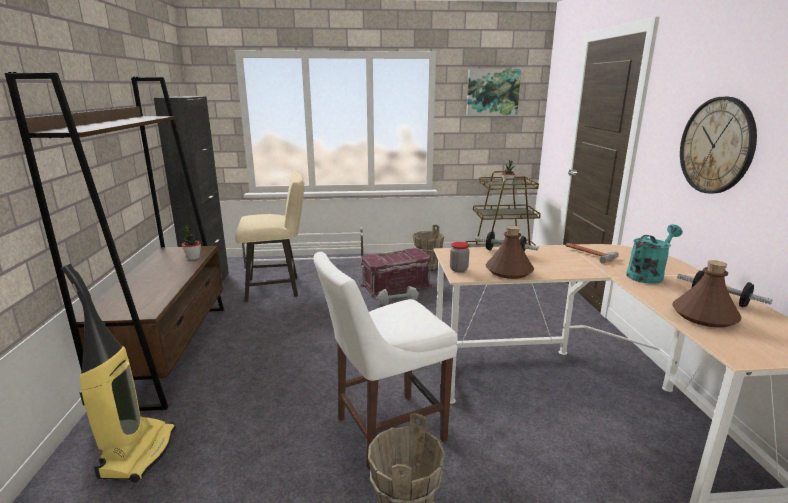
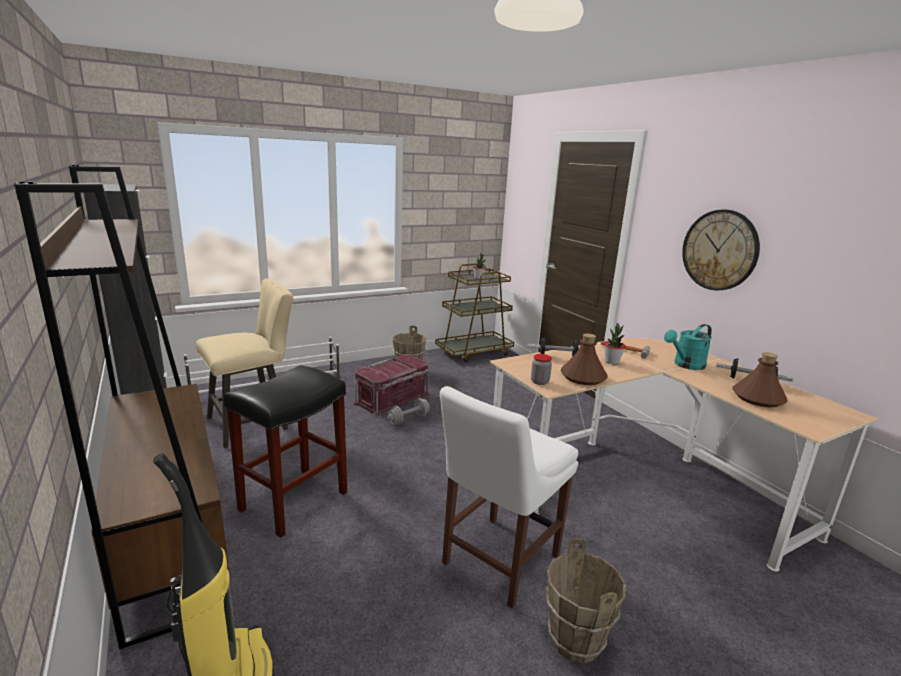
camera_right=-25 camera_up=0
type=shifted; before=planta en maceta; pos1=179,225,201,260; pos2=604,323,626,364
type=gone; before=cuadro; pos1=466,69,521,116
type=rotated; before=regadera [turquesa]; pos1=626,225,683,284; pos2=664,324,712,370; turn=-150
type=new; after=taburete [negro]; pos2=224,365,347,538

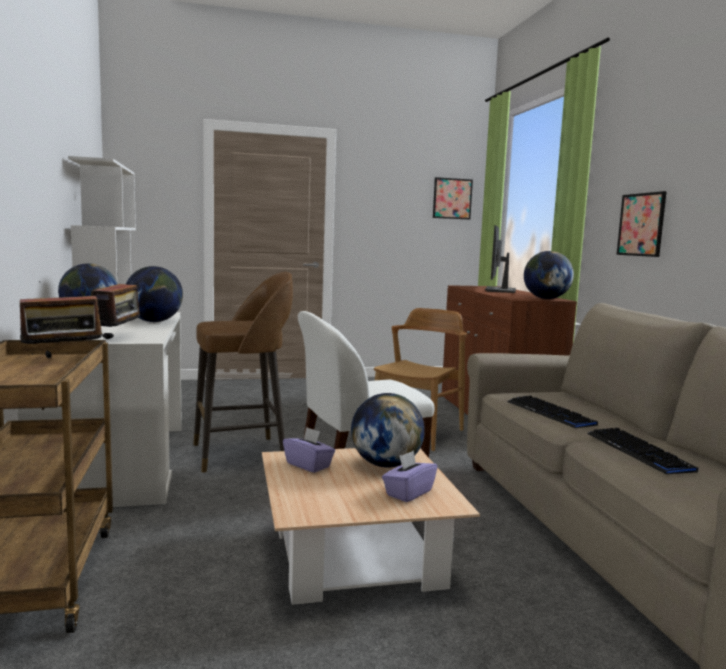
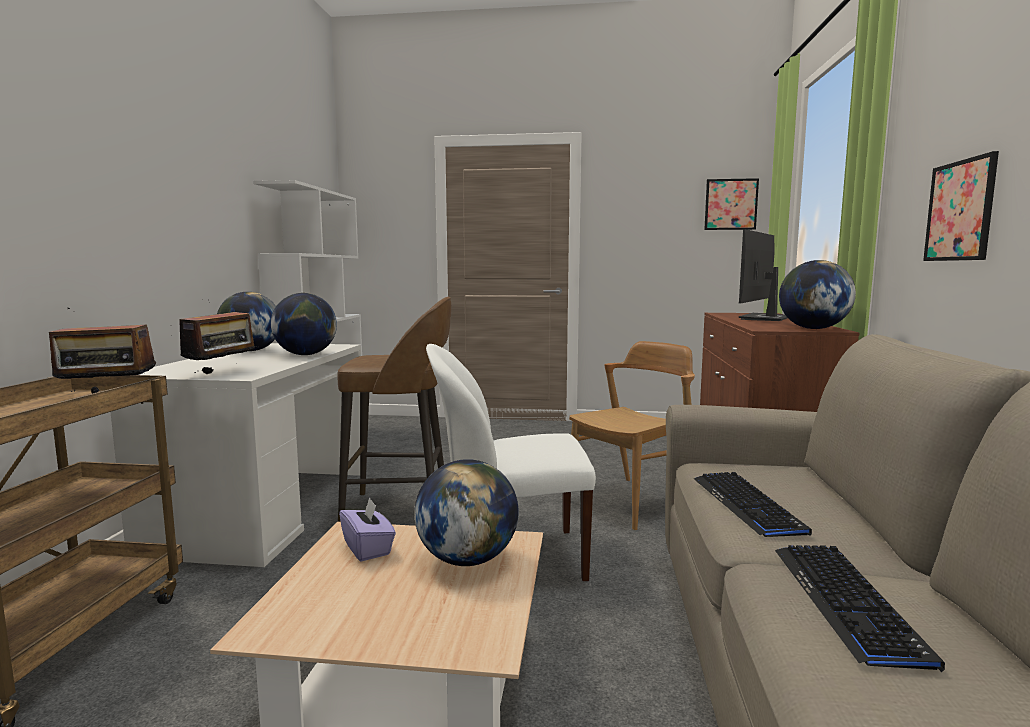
camera_right=20 camera_up=0
type=gone; before=caja de pañuelos [morado]; pos1=382,450,437,502

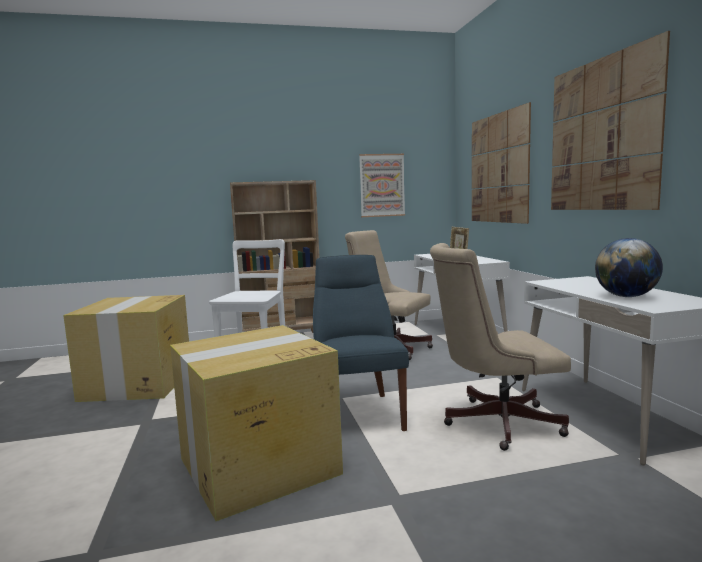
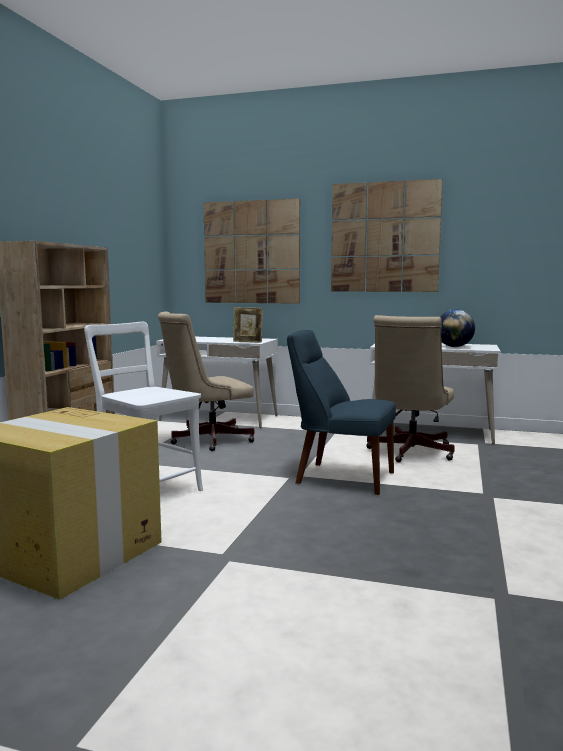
camera_right=-60 camera_up=0
type=gone; before=caja de cartón; pos1=170,325,343,521
type=gone; before=cuadro; pos1=359,154,405,217

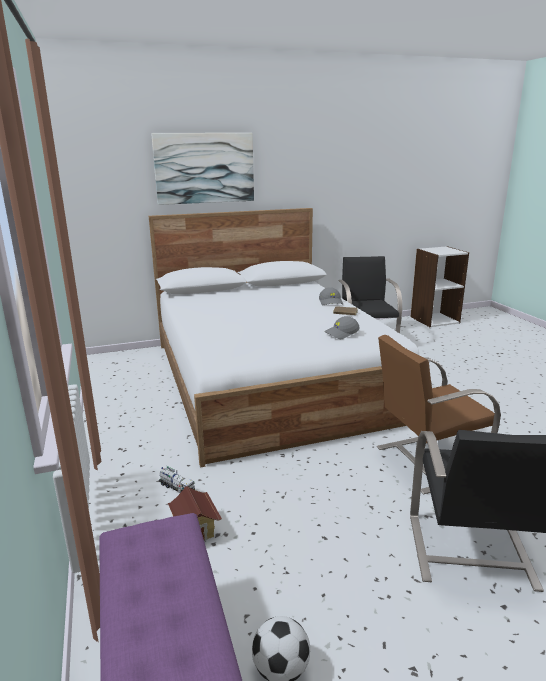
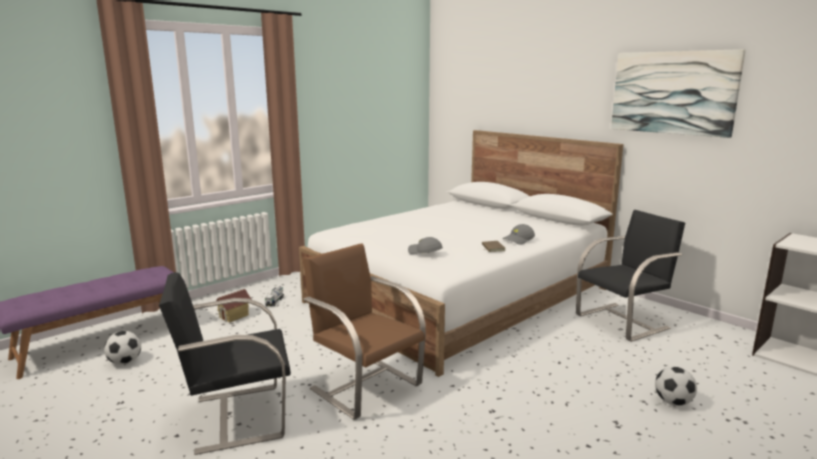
camera_right=65 camera_up=-5
type=shifted; before=cuadro; pos1=151,133,254,205; pos2=611,49,746,138
type=new; after=balón de fútbol; pos2=655,366,697,406

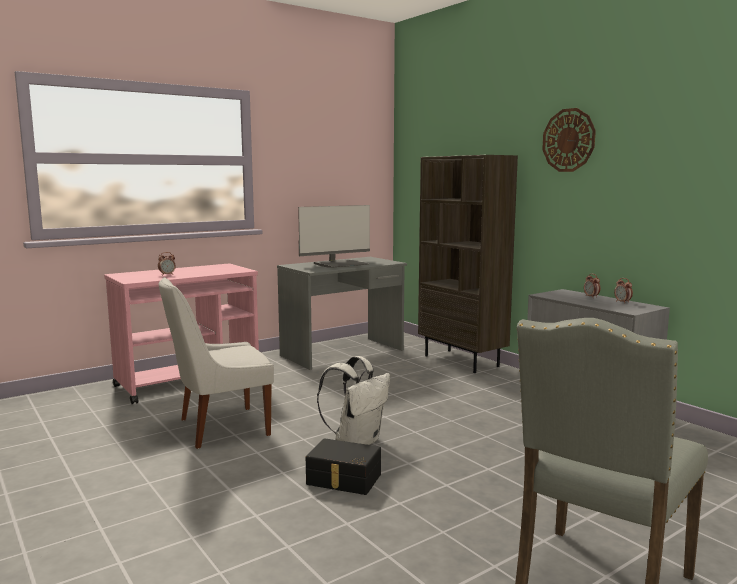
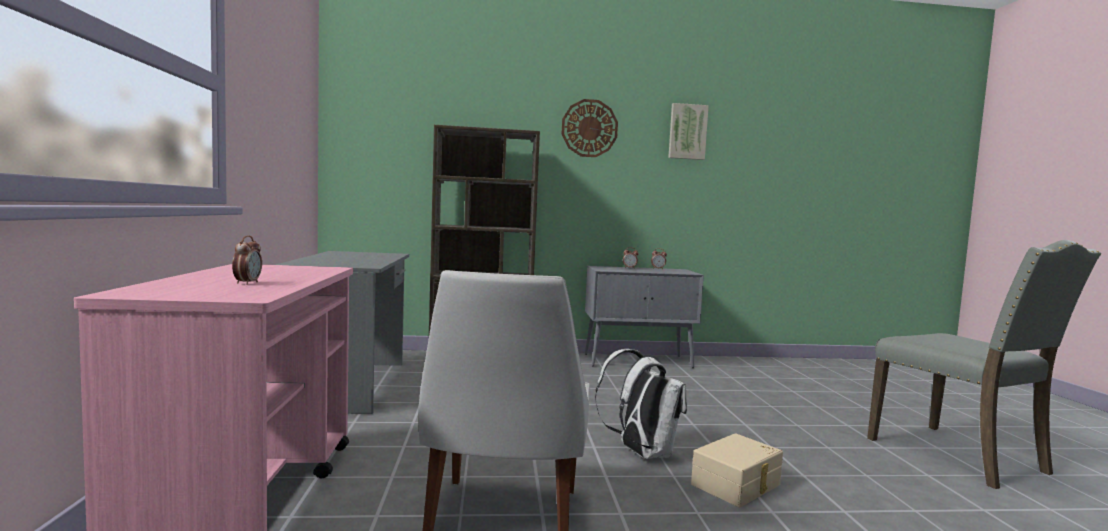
camera_right=-60 camera_up=-5
type=gone; before=monitor; pos1=298,205,370,268
type=repainted; before=caja de almacenaje [negro]; after=caja de almacenaje [beis]; pos1=306,438,381,495; pos2=691,433,783,507
type=new; after=cuadro; pos2=668,103,709,160

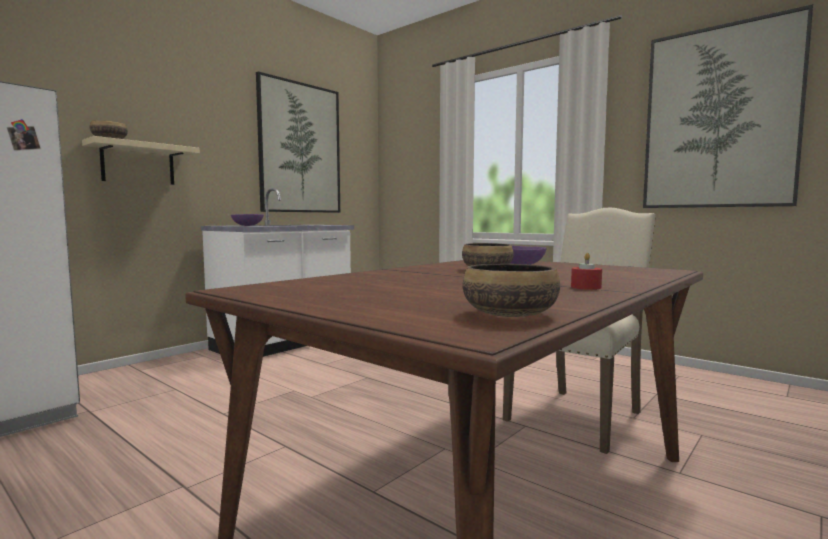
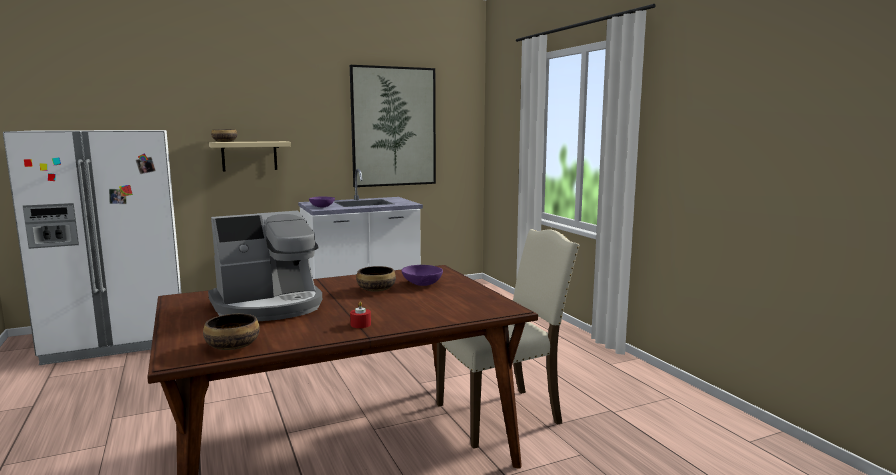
camera_right=25 camera_up=5
type=gone; before=cuadro; pos1=643,4,813,208
type=new; after=cafetera; pos2=208,210,322,321

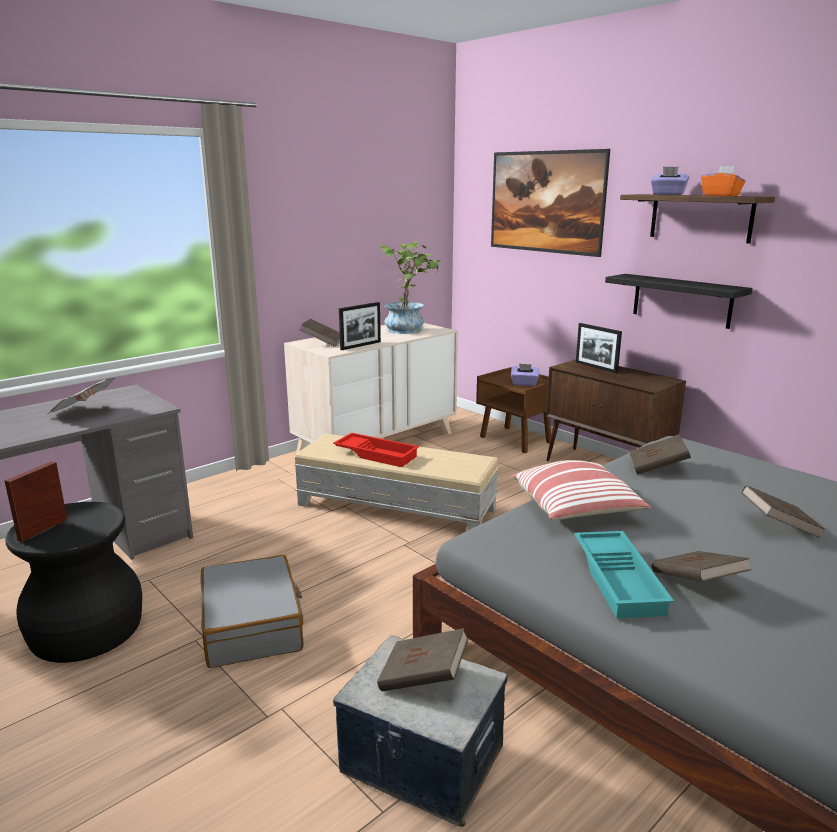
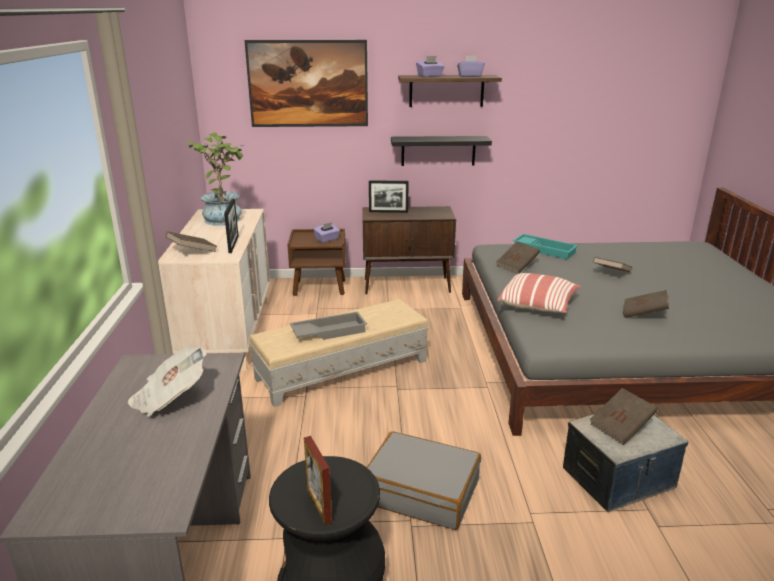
camera_right=-50 camera_up=5
type=repainted; before=bandeja [rojo]; after=bandeja [gris]; pos1=333,433,419,467; pos2=290,311,367,340
type=shifted; before=bandeja [turquesa]; pos1=574,531,674,618; pos2=513,234,578,260
type=repainted; before=caja de pañuelos [naranja]; after=caja de pañuelos [morado]; pos1=701,166,746,196; pos2=457,55,484,77

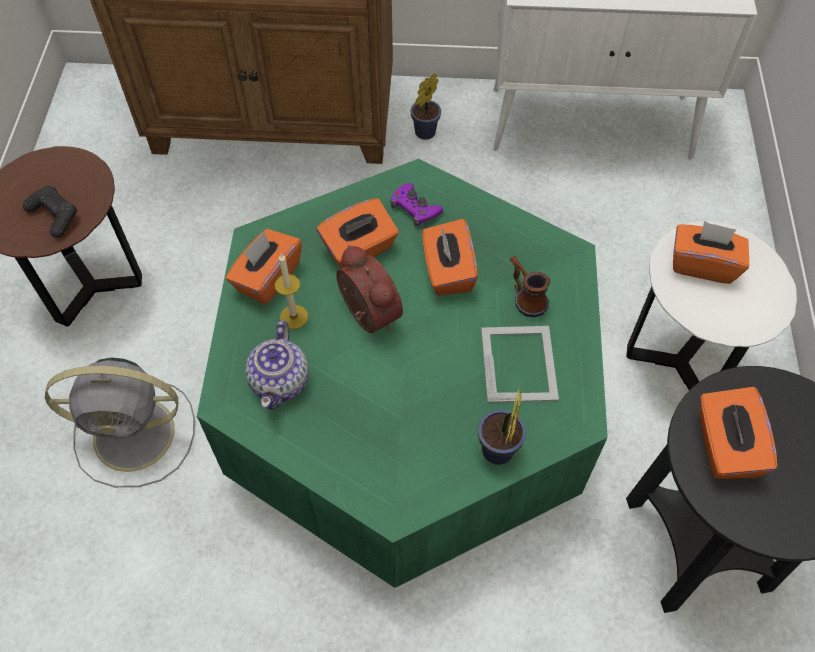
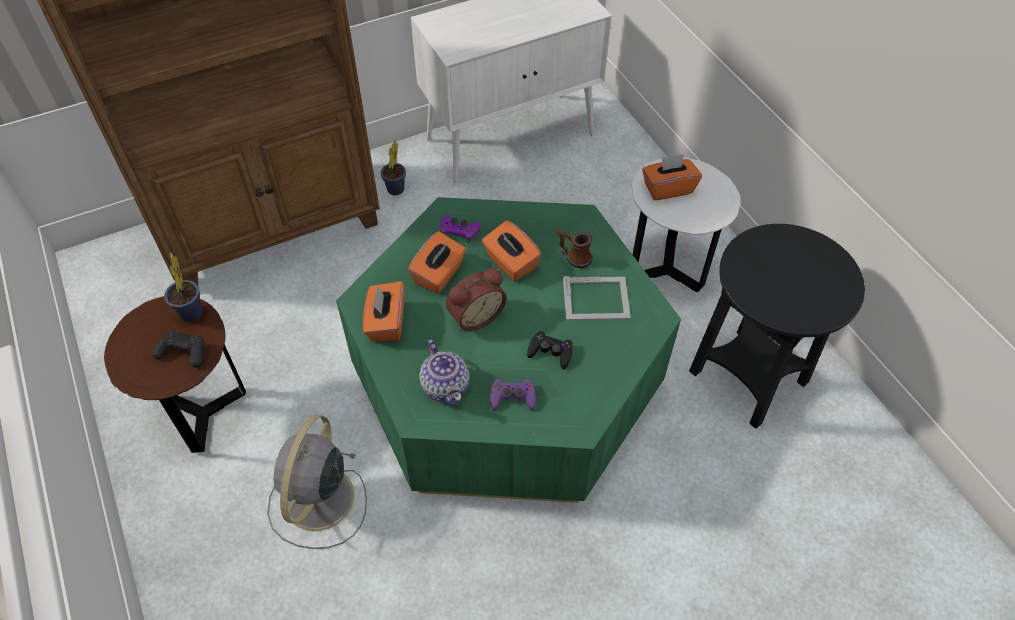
camera_right=-30 camera_up=-5
type=rotated; before=ventilador [gris]; pos1=45,358,195,487; pos2=267,415,367,549; turn=135
type=gone; before=vela; pos1=274,254,308,329
type=rotated; before=despertador; pos1=336,245,403,333; pos2=446,268,507,331; turn=120
type=shifted; before=planta en maceta; pos1=478,389,526,465; pos2=164,253,203,322
type=rotated; before=portarretratos; pos1=481,326,559,403; pos2=563,276,631,320; turn=120
type=gone; before=caja de pañuelos [naranja]; pos1=700,387,777,479
type=new; after=mando de consola [morado]; pos2=490,378,536,411
type=new; after=mando de consola [negro]; pos2=527,330,572,369

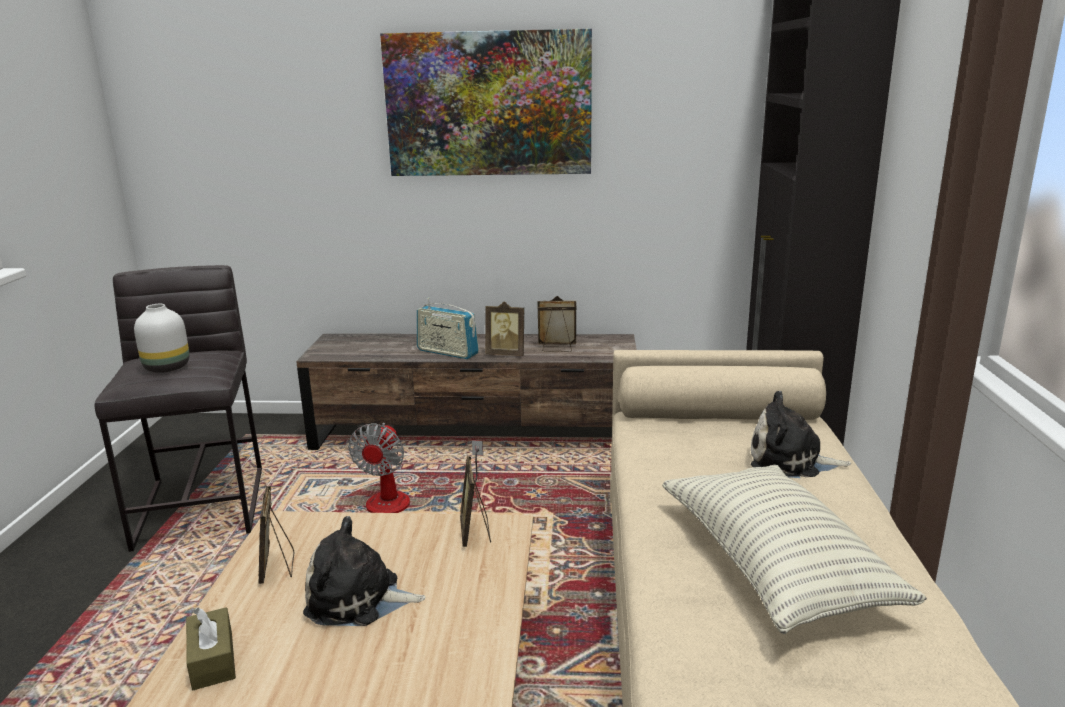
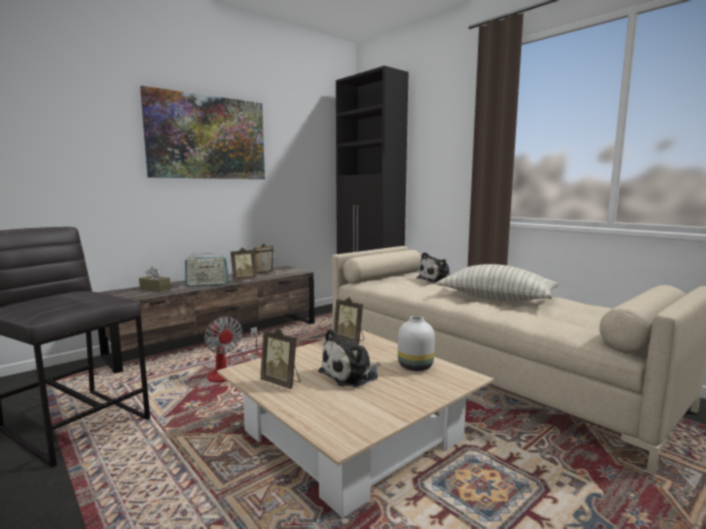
camera_right=-45 camera_up=-10
type=shifted; before=florero [blanco]; pos1=134,304,189,373; pos2=398,316,435,371
type=shifted; before=caja de pañuelos [marrón]; pos1=186,607,236,690; pos2=139,267,171,292

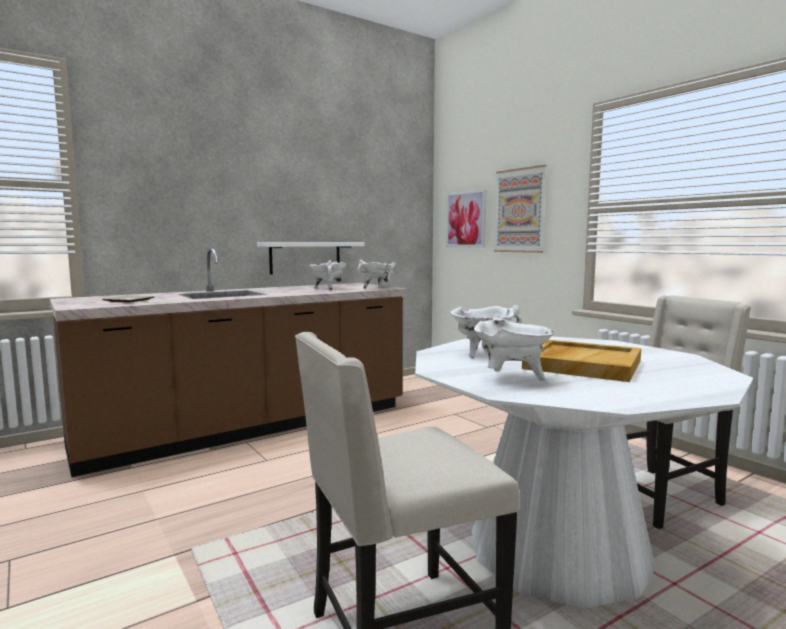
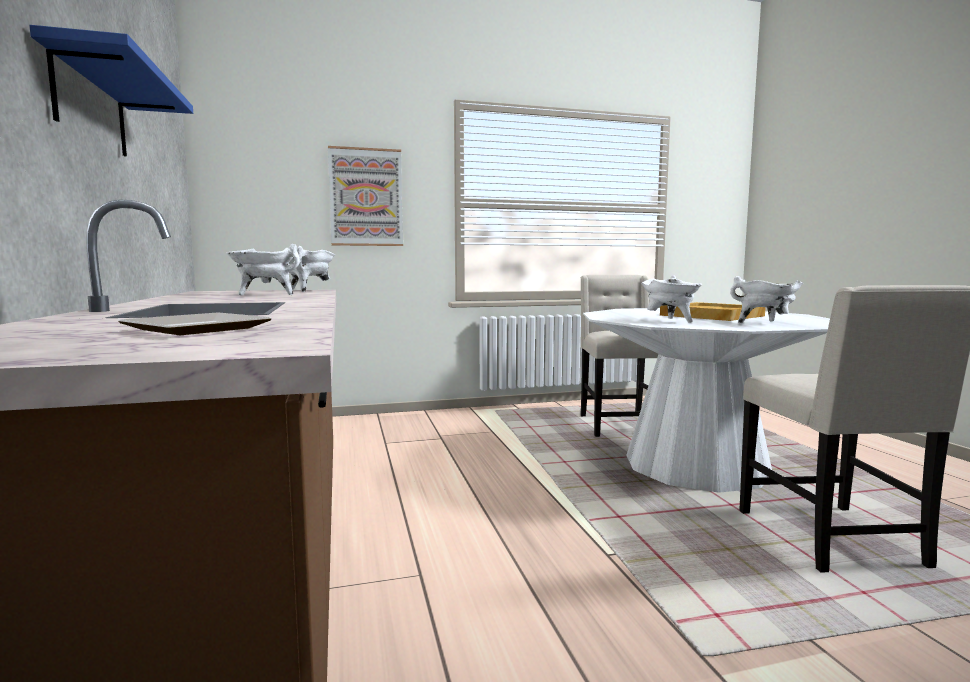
camera_right=-70 camera_up=0
type=gone; before=estante [blanco]; pos1=257,242,365,274
type=gone; before=cuadro; pos1=446,189,486,247
type=new; after=estante [azul]; pos2=29,25,193,156

